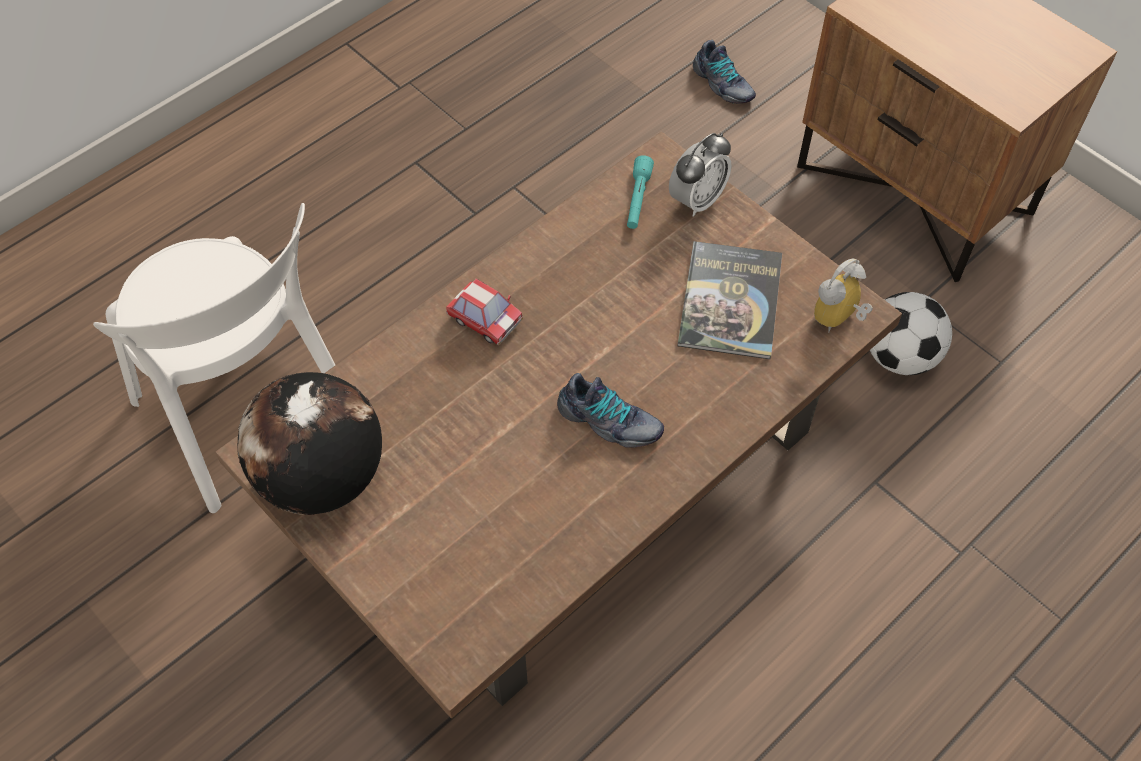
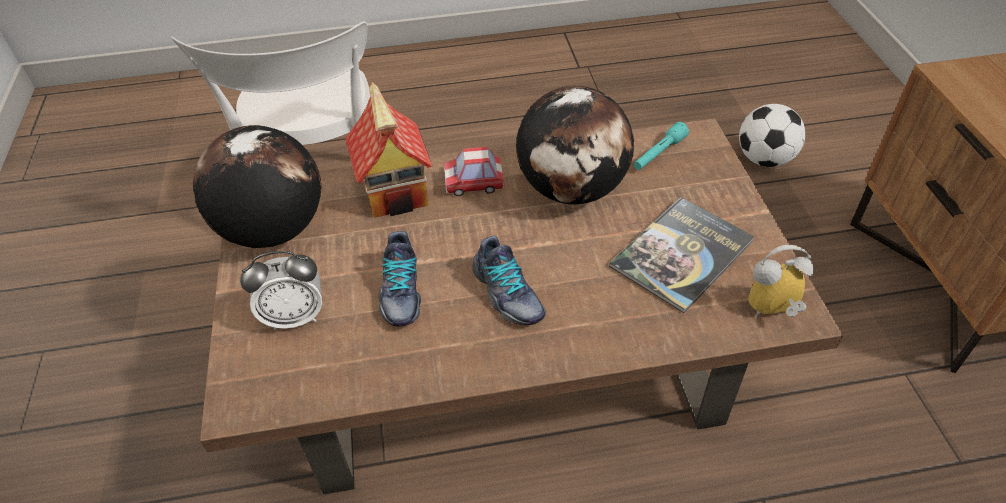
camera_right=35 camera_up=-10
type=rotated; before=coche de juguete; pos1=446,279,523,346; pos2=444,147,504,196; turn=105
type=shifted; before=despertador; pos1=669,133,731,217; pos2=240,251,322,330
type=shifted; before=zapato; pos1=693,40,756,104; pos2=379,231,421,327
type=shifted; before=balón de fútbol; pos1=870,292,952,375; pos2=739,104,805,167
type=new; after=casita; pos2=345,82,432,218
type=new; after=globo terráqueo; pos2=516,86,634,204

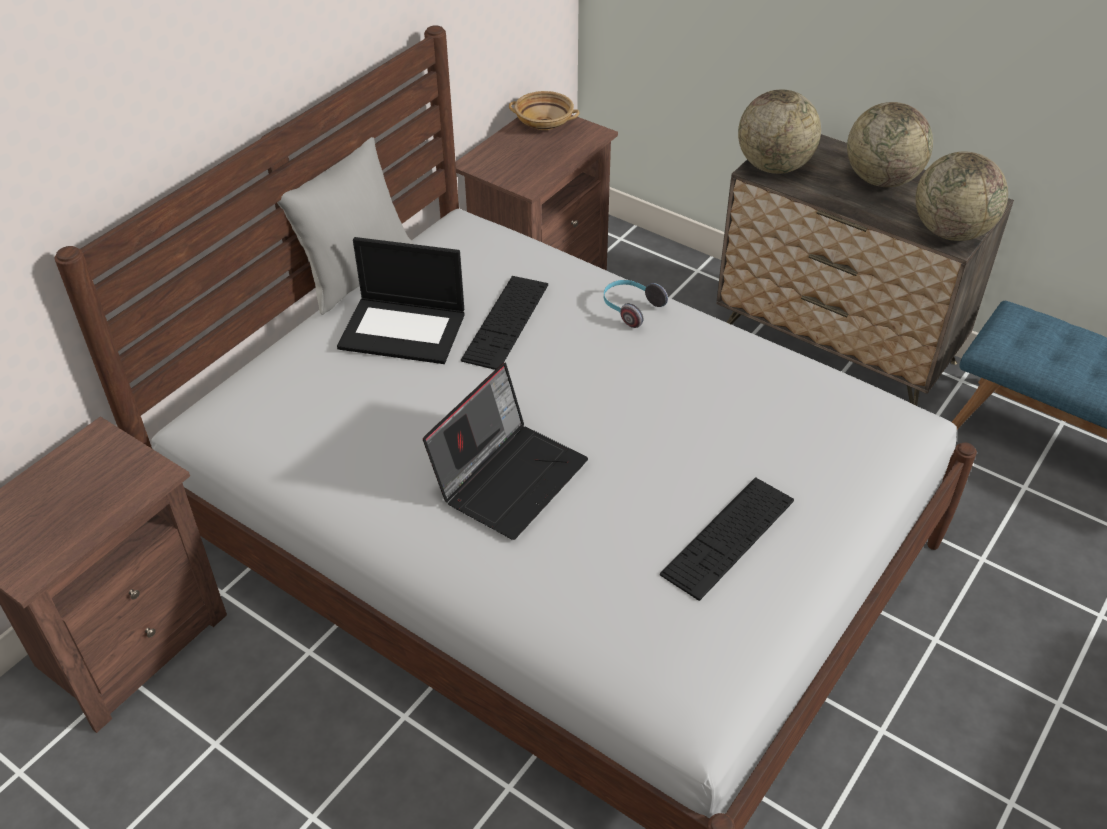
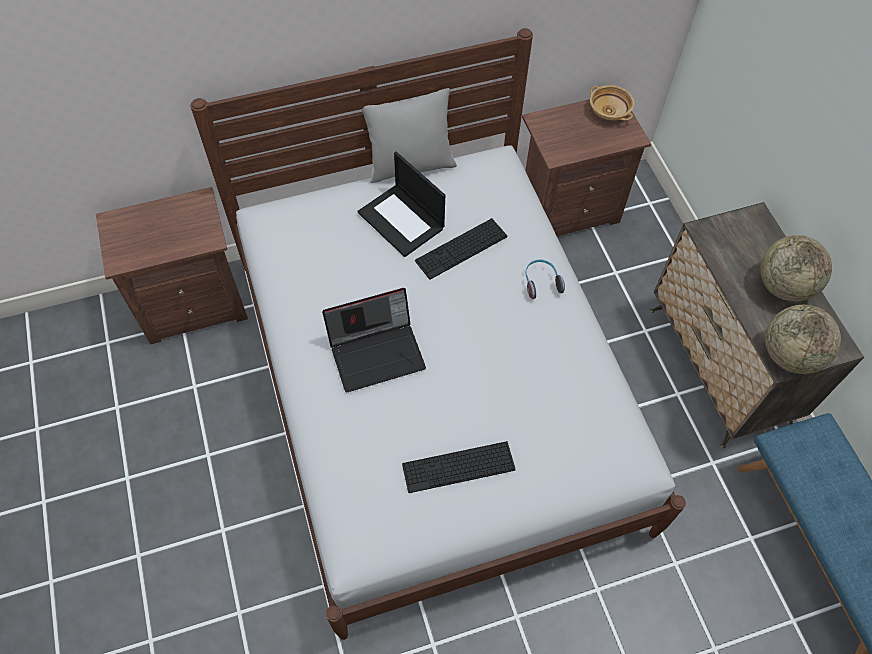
camera_right=35 camera_up=15
type=gone; before=globo terráqueo; pos1=738,89,821,174

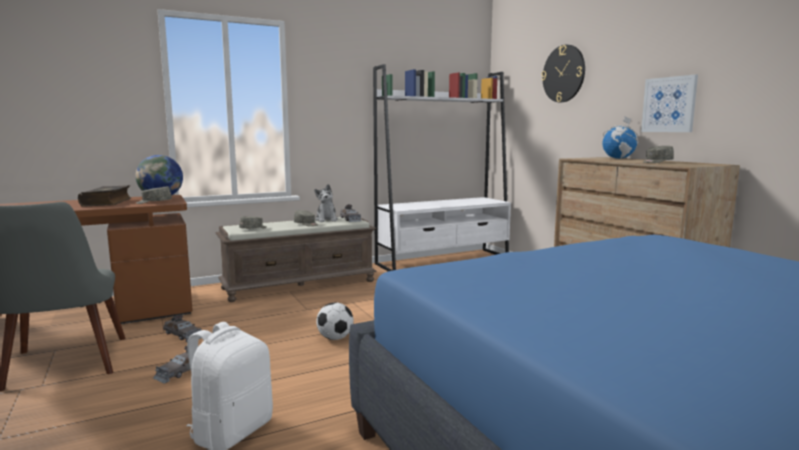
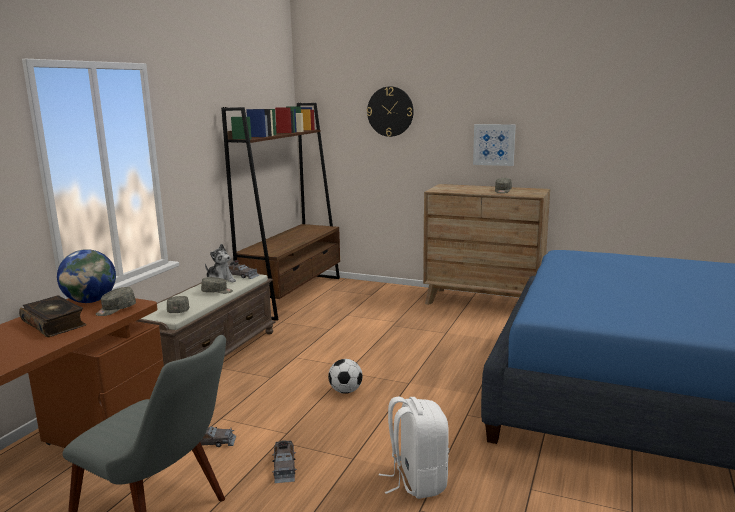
camera_right=-40 camera_up=5
type=repainted; before=estantería [blanco]; after=estantería [marrón]; pos1=373,64,511,271; pos2=221,103,340,321
type=gone; before=globo terráqueo; pos1=602,116,640,159

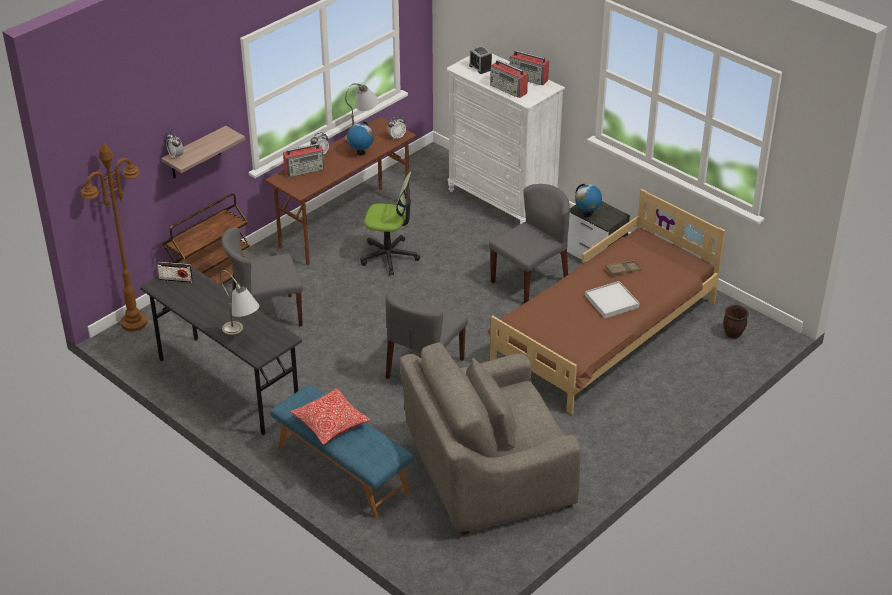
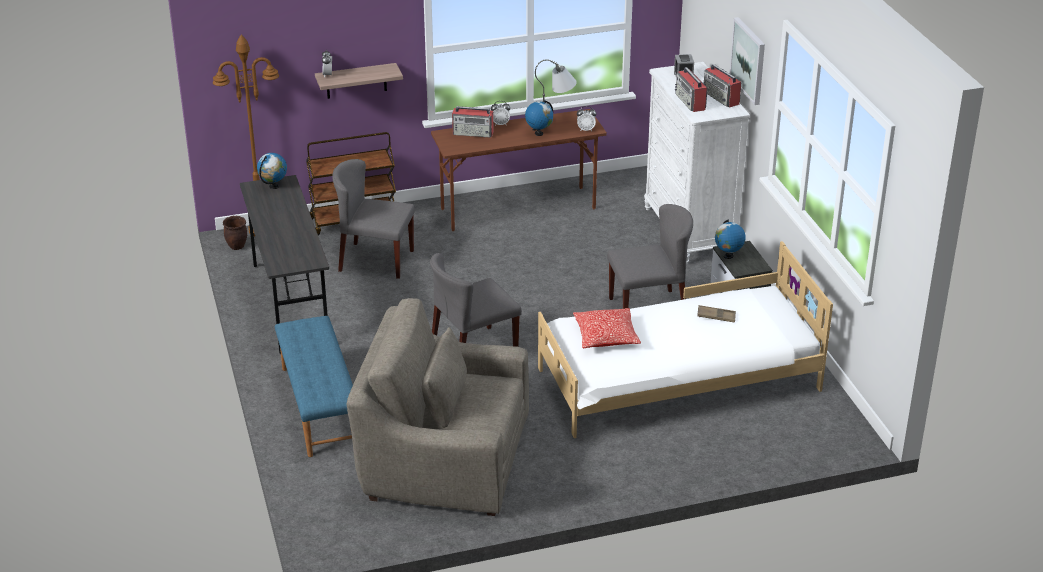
camera_right=30 camera_up=-5
type=swapped; before=radio; after=globo terráqueo; pos1=157,262,193,283; pos2=257,153,287,189
type=gone; before=lámpara de mesa [gris]; pos1=220,270,260,337
type=shifted; before=cojín; pos1=290,388,370,445; pos2=573,308,641,348
type=gone; before=silla de oficina; pos1=360,172,420,276
type=repainted; before=cama [marrón]; after=cama [blanco]; pos1=487,189,726,415; pos2=538,241,833,438
type=gone; before=bandeja [blanco]; pos1=585,281,640,318
type=shifted; before=maceta [marrón]; pos1=723,305,749,339; pos2=223,216,247,250
type=new; after=cuadro; pos2=729,17,765,105

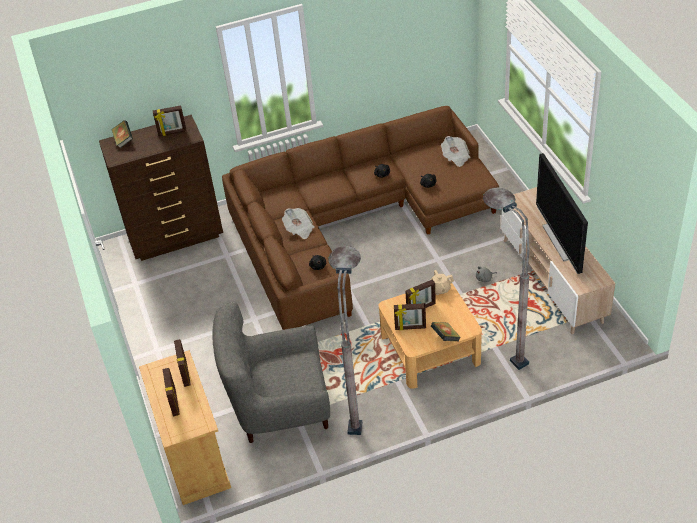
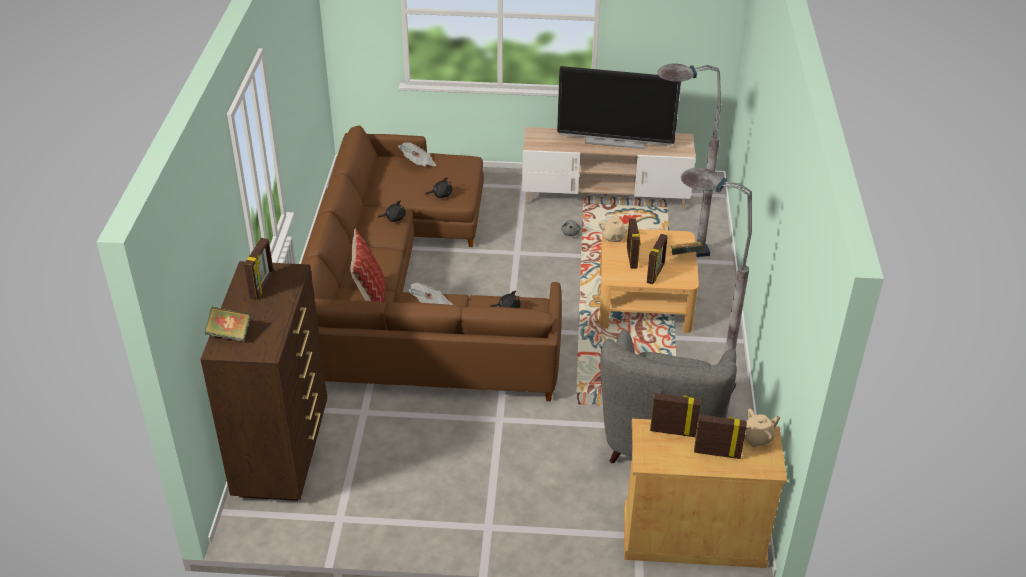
camera_right=-70 camera_up=-5
type=new; after=cojín; pos2=350,228,385,302
type=new; after=tetera [beis]; pos2=745,409,780,448

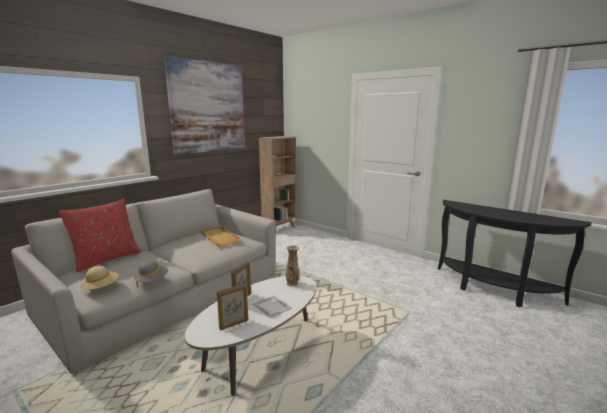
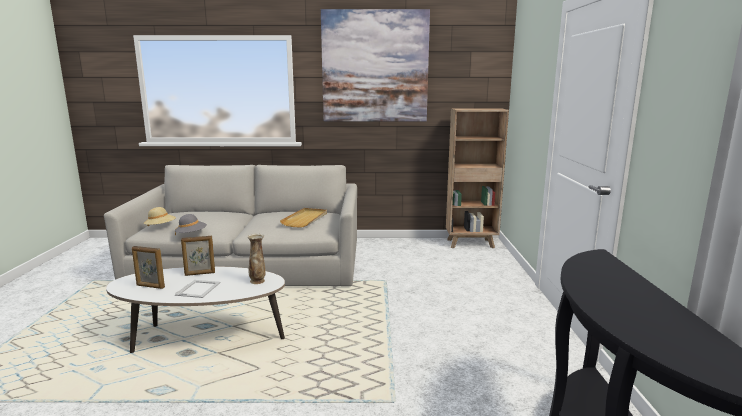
camera_right=50 camera_up=0
type=gone; before=cojín [rojo]; pos1=58,198,141,273

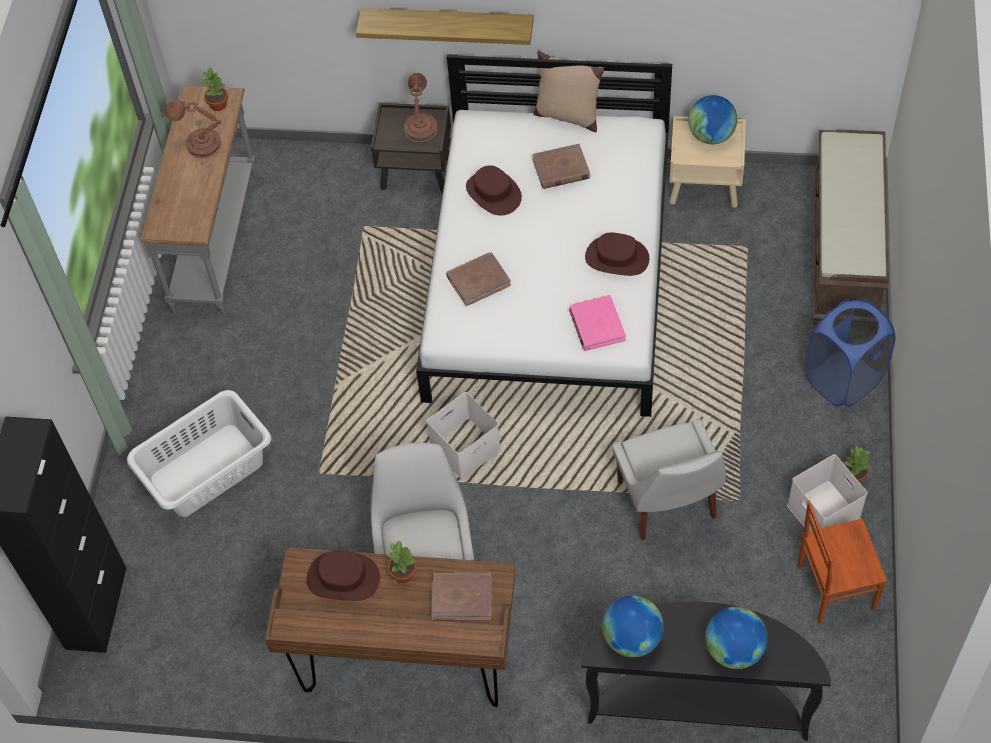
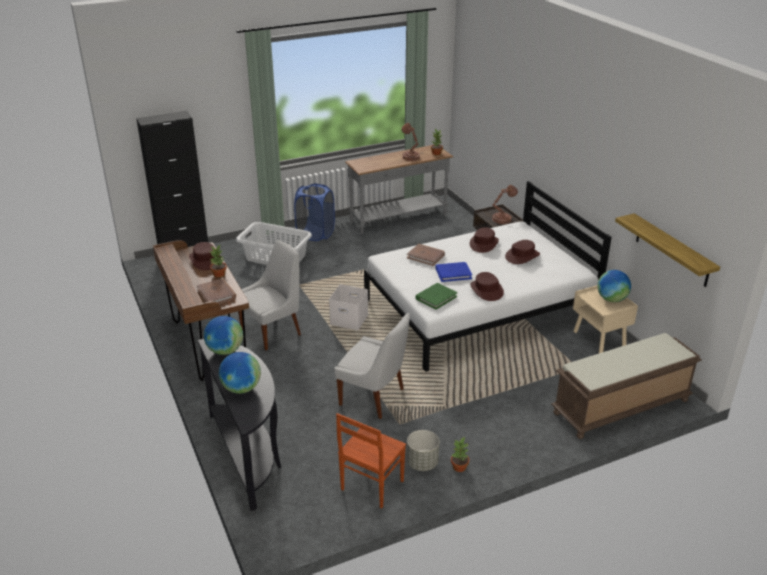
camera_right=55 camera_up=-25
type=shifted; before=estante; pos1=356,8,534,45; pos2=615,213,720,287
type=swapped; before=libro [marrón]; after=sombrero [marrón]; pos1=532,144,590,189; pos2=505,240,540,264
type=gone; before=cojín [beis]; pos1=533,51,604,132
type=repainted; before=libro [rosa]; after=libro [verde]; pos1=569,295,626,351; pos2=415,283,457,310
type=rotated; before=silla [blanco]; pos1=613,419,726,540; pos2=334,313,410,419; turn=-105
type=swapped; before=caja de almacenaje [blanco]; after=maceta [gris]; pos1=787,454,867,531; pos2=407,430,439,471
type=rotated; before=silla [marrón]; pos1=798,500,887,624; pos2=336,413,406,508; turn=-105
type=shifted; before=cesto de la ropa [azul]; pos1=805,299,896,407; pos2=294,183,335,241
type=new; after=libro [azul]; pos2=436,262,472,282

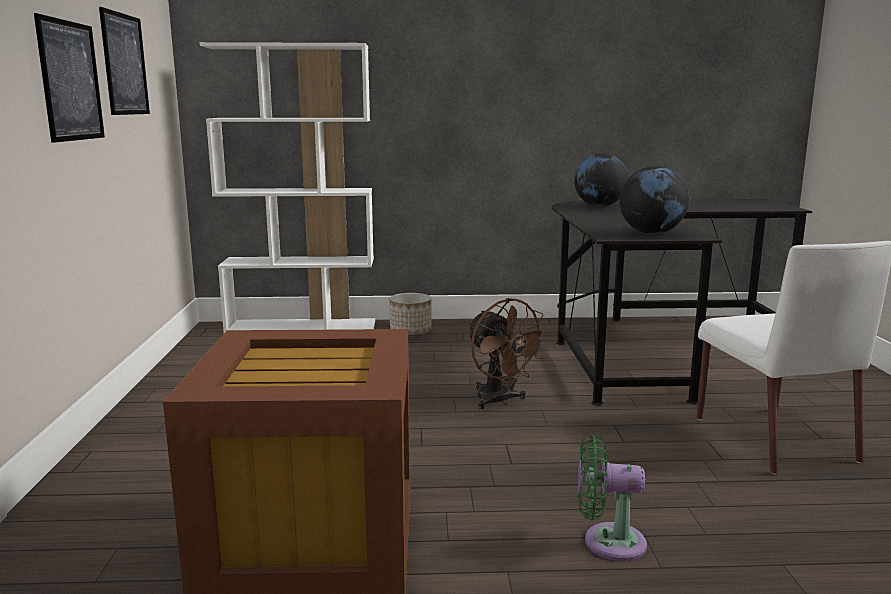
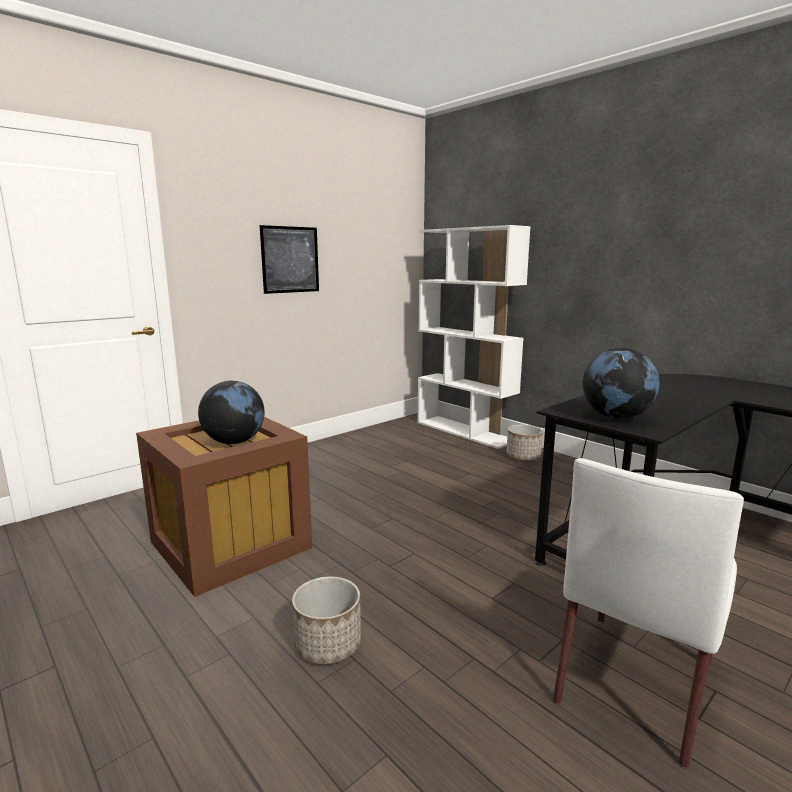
camera_right=50 camera_up=0
type=gone; before=cuadro; pos1=99,7,150,115
type=gone; before=ventilador [marrón]; pos1=467,298,550,409
type=shifted; before=globo terráqueo; pos1=574,153,628,207; pos2=198,381,265,444
type=swapped; before=ventilador [verde]; after=maceta; pos1=578,435,647,561; pos2=292,576,361,664

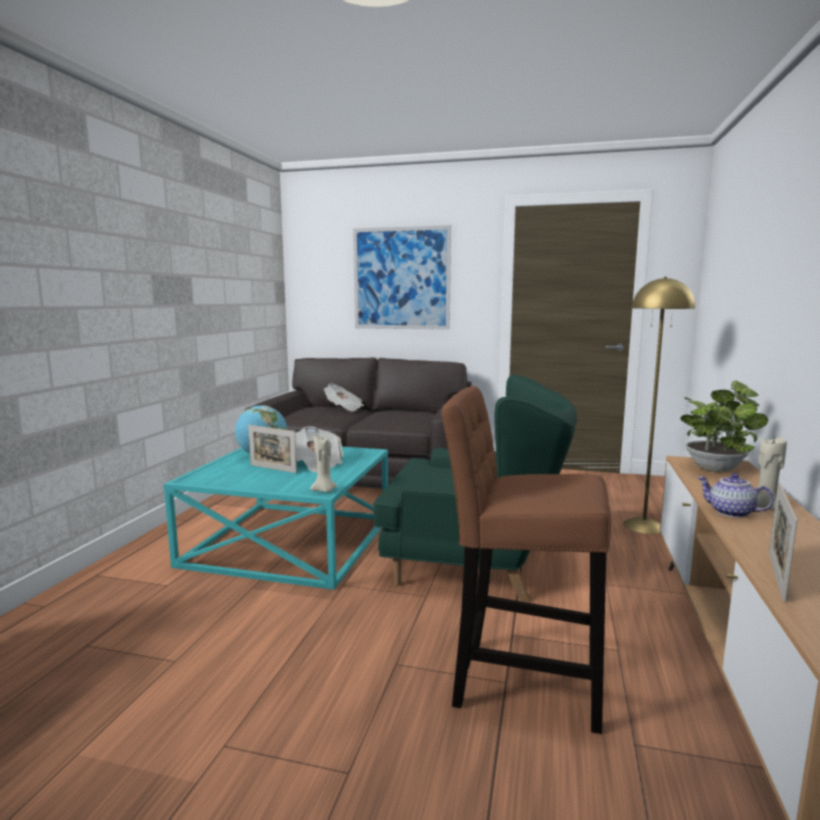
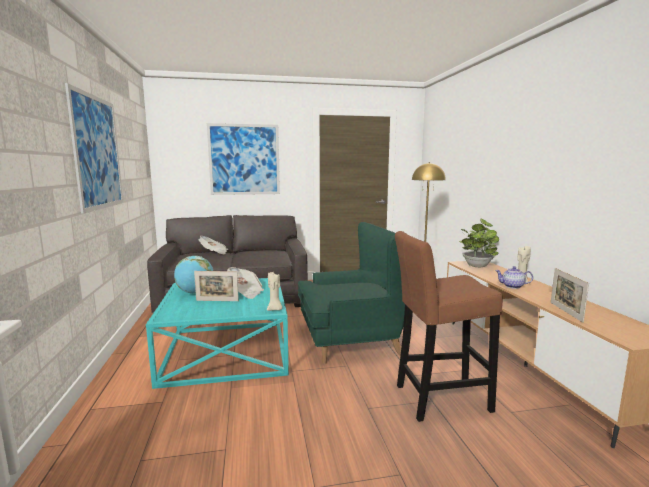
camera_right=-25 camera_up=0
type=new; after=cuadro; pos2=65,83,123,213

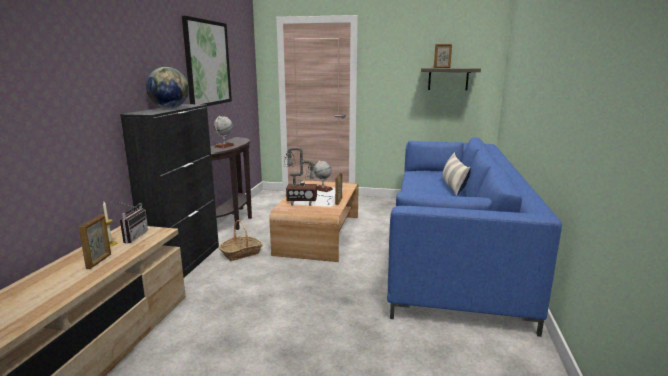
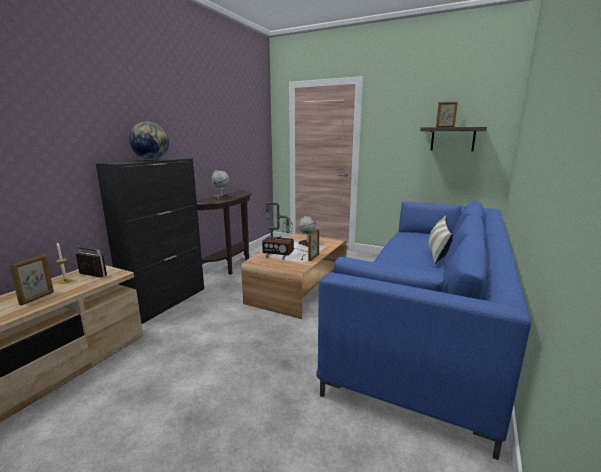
camera_right=15 camera_up=0
type=rotated; before=radio; pos1=116,201,148,244; pos2=76,246,107,278; turn=-90
type=gone; before=cuadro; pos1=182,16,232,106
type=gone; before=cesta; pos1=219,220,263,261

